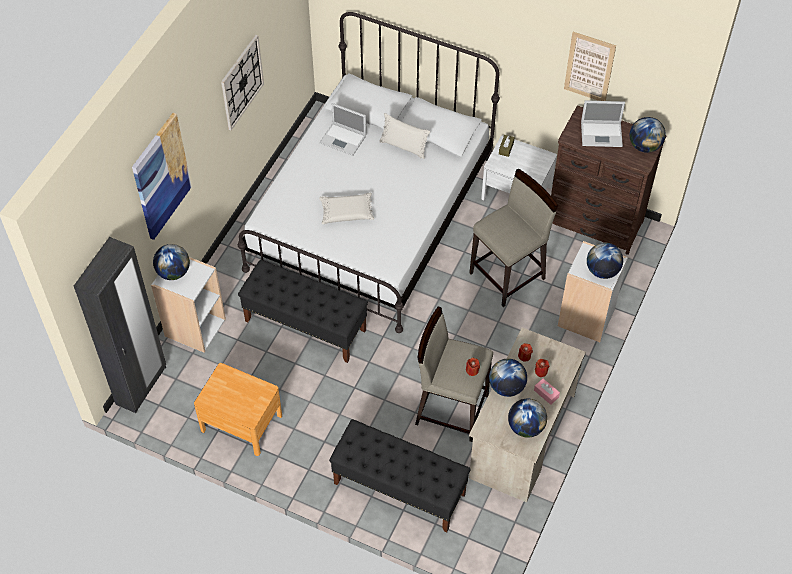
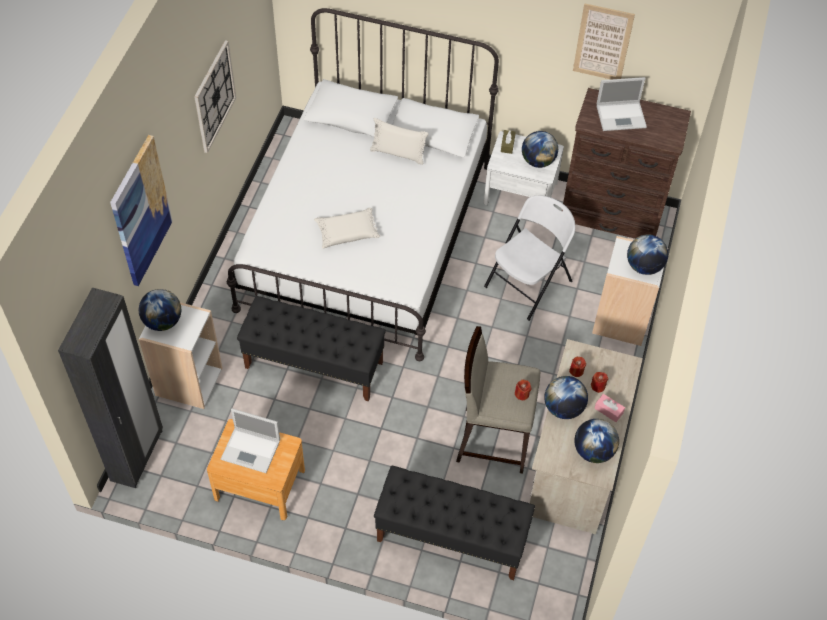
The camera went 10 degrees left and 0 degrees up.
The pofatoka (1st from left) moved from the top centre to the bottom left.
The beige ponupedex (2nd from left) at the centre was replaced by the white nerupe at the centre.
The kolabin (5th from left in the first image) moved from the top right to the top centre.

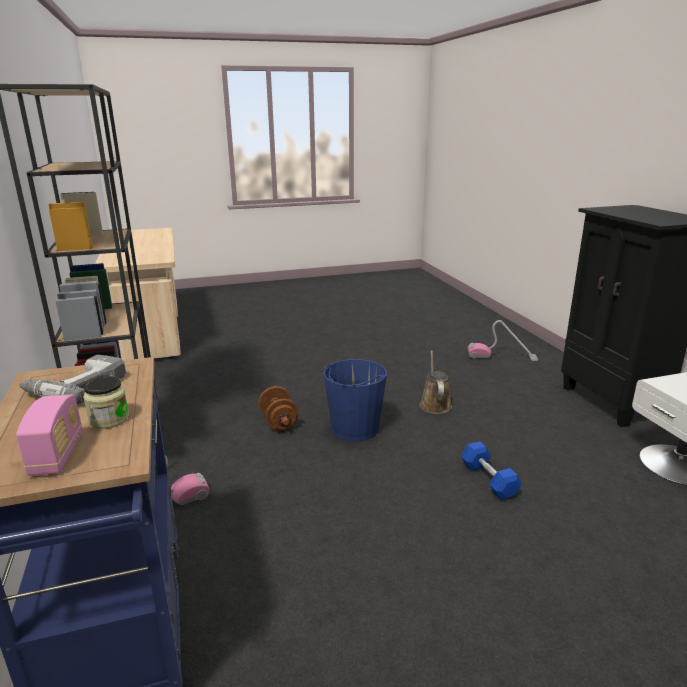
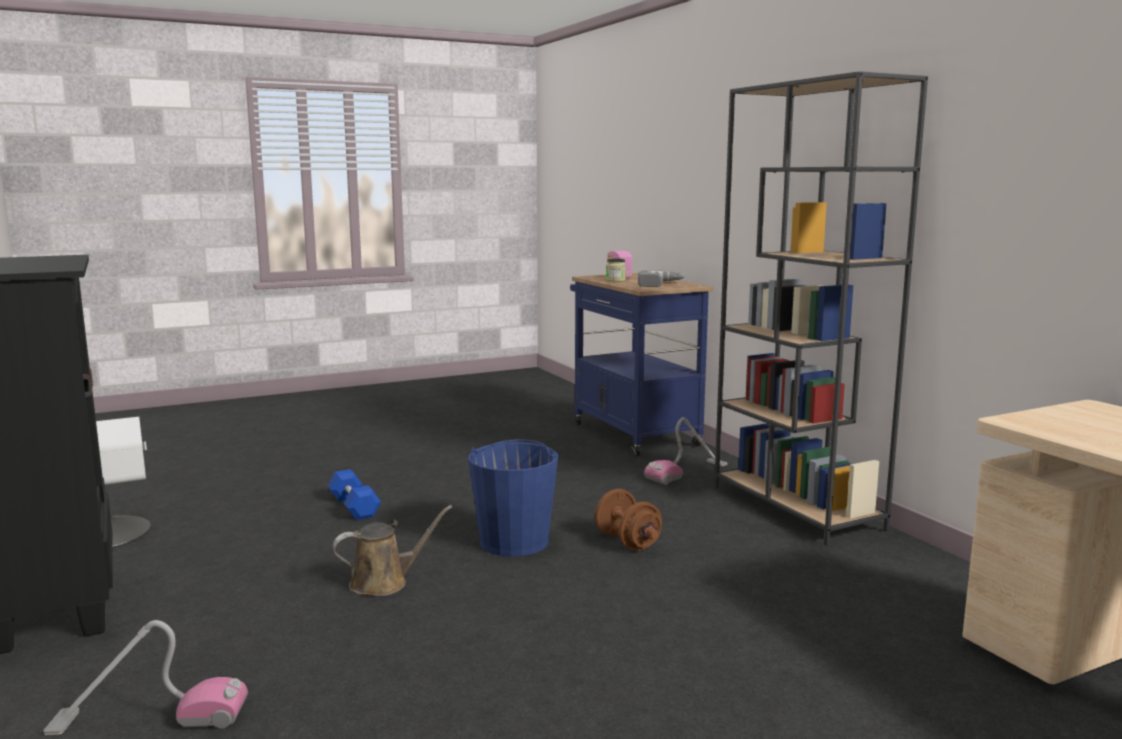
The camera went 170 degrees right and 10 degrees down.
The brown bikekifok at the centre turned 105 degrees counterclockwise.

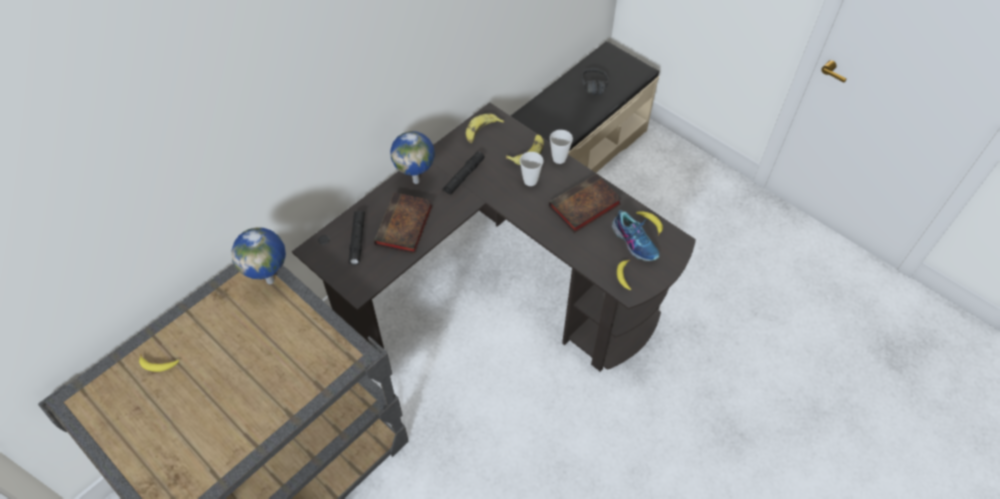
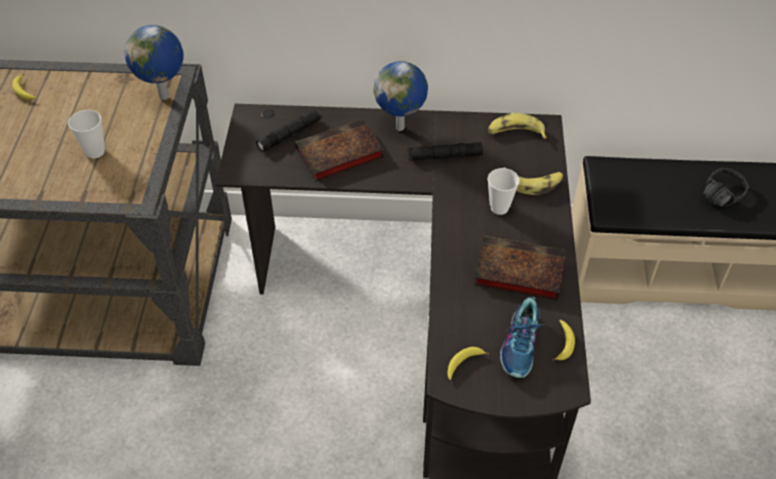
The camera went 50 degrees right and 5 degrees down.
The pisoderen (2nd from left in the first image) moved from the top centre to the top left.

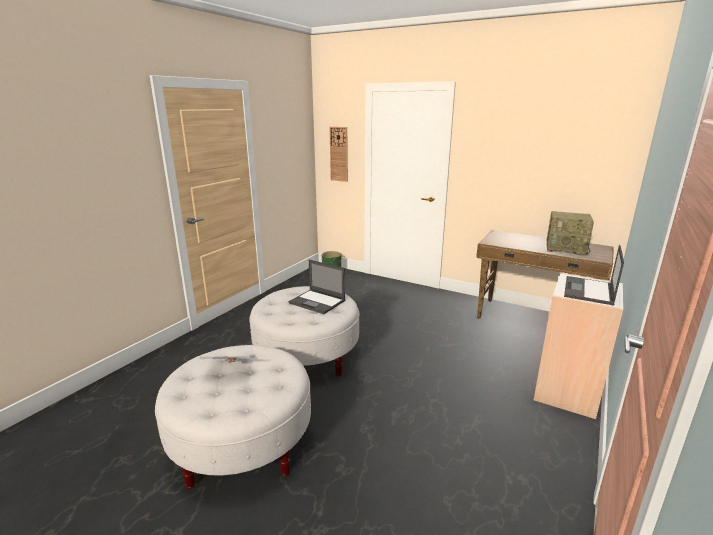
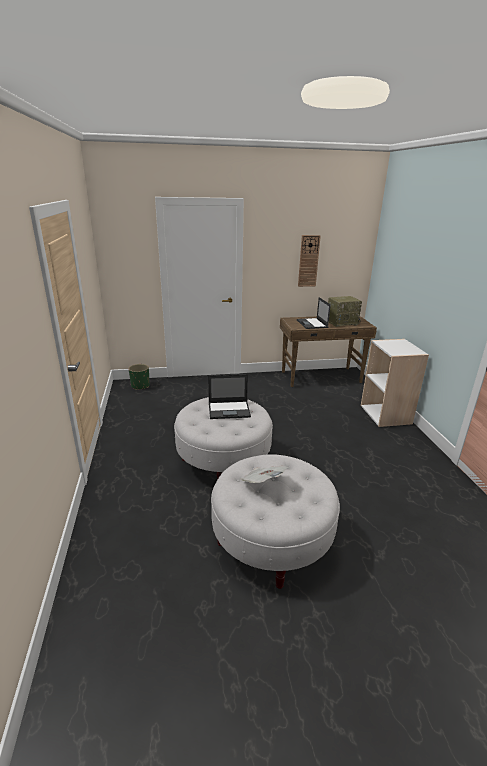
The camera went 40 degrees left and 5 degrees up.
The pofatoka (2nd from left) moved from the middle right to the centre.
The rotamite moved from the top centre to the centre.

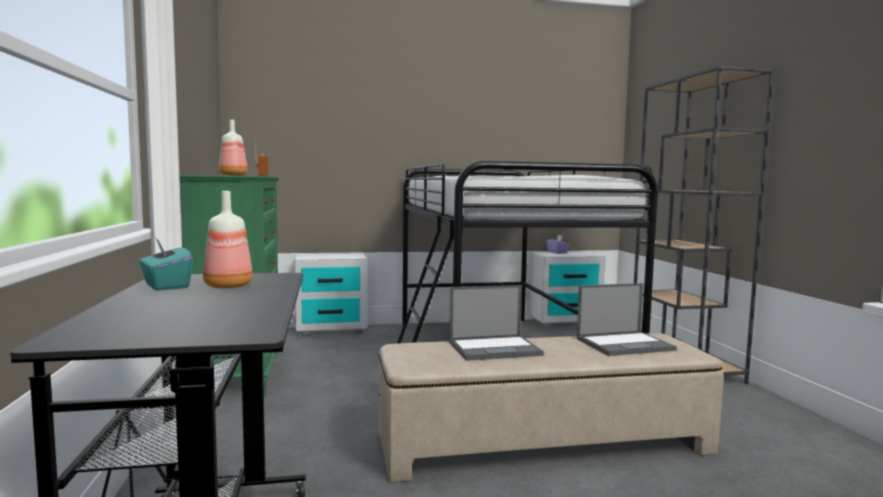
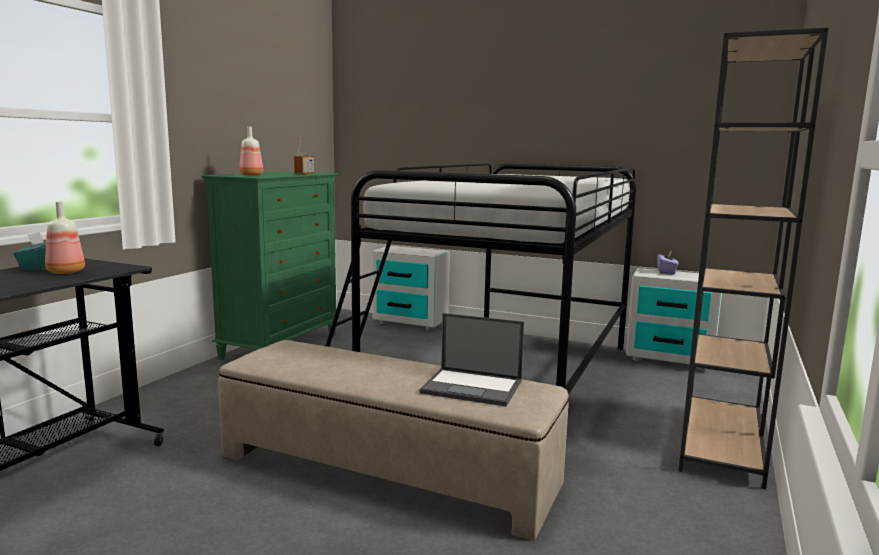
The camera went 35 degrees right and 5 degrees up.
The pofatoka (1st from left) at the centre disappeared.

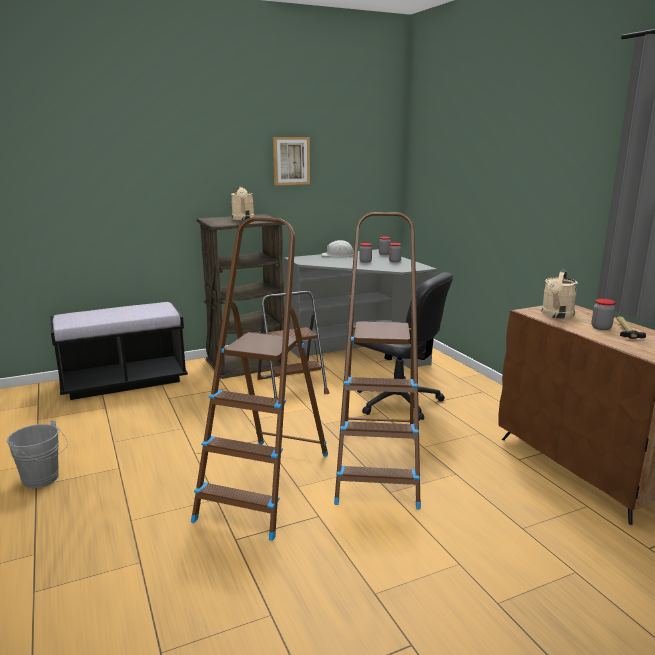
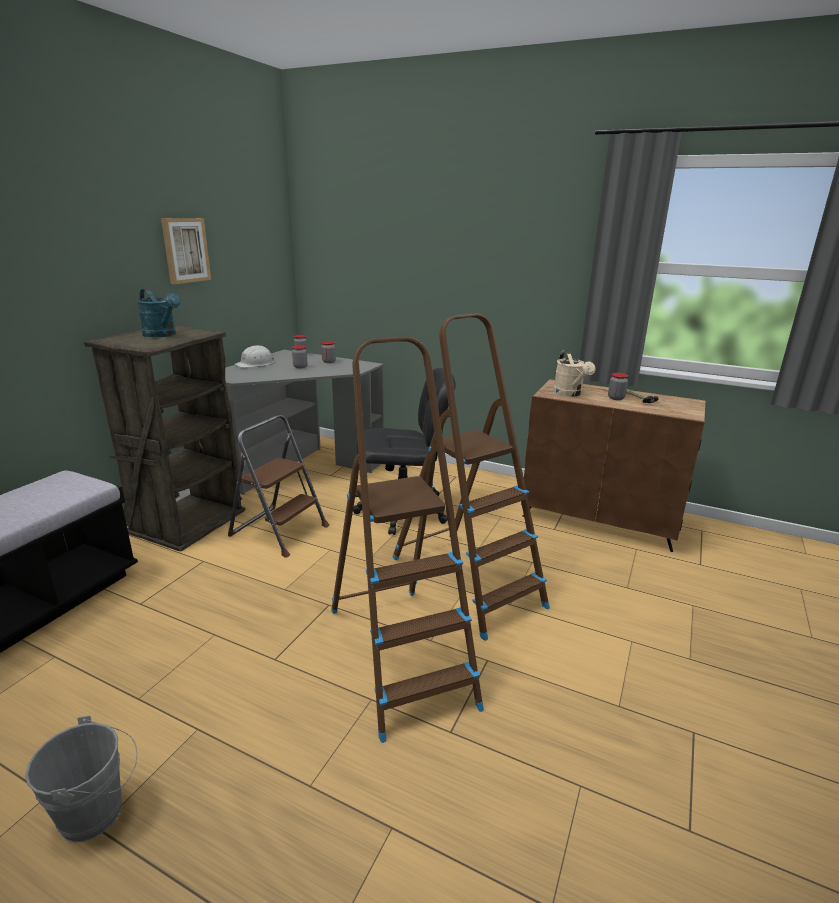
The camera went 40 degrees left and 5 degrees up.
The beige bikekifok (1st from left) at the top centre became the turquoise bikekifok at the middle left.

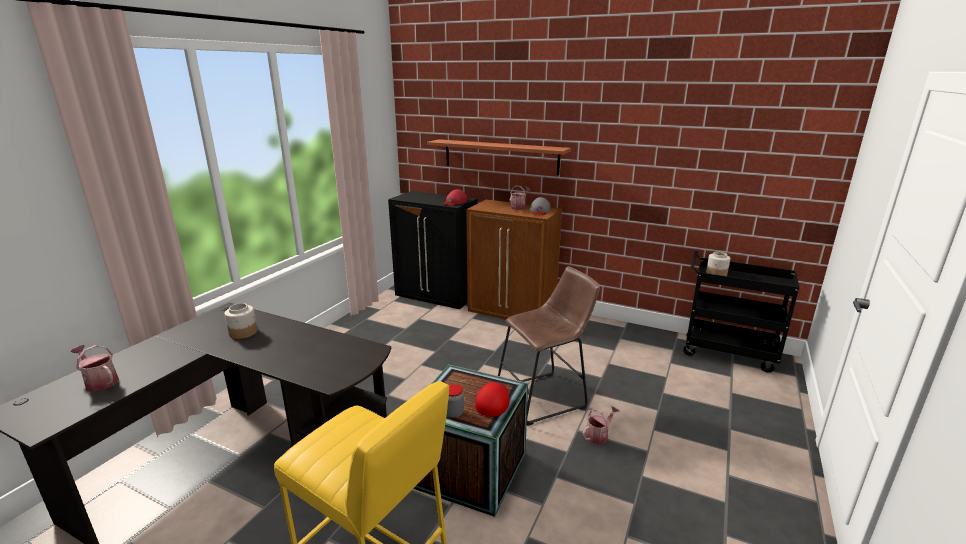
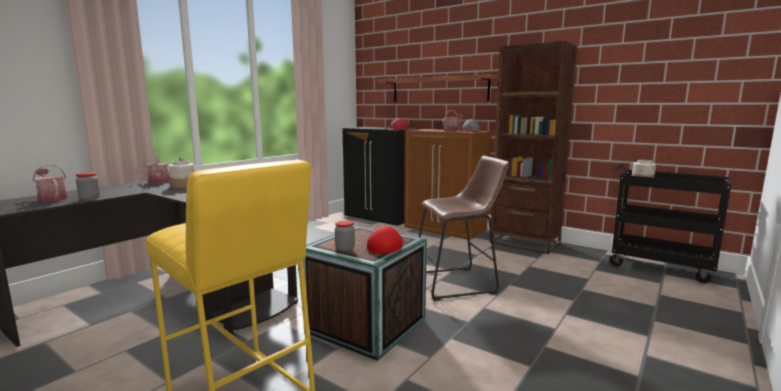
The camera went 10 degrees right and 10 degrees down.
The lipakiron (1st from left) at the middle left appeared.
The bikekifok (3rd from left in the first image) moved from the bottom centre to the middle left.
The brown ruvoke at the middle right appeared.

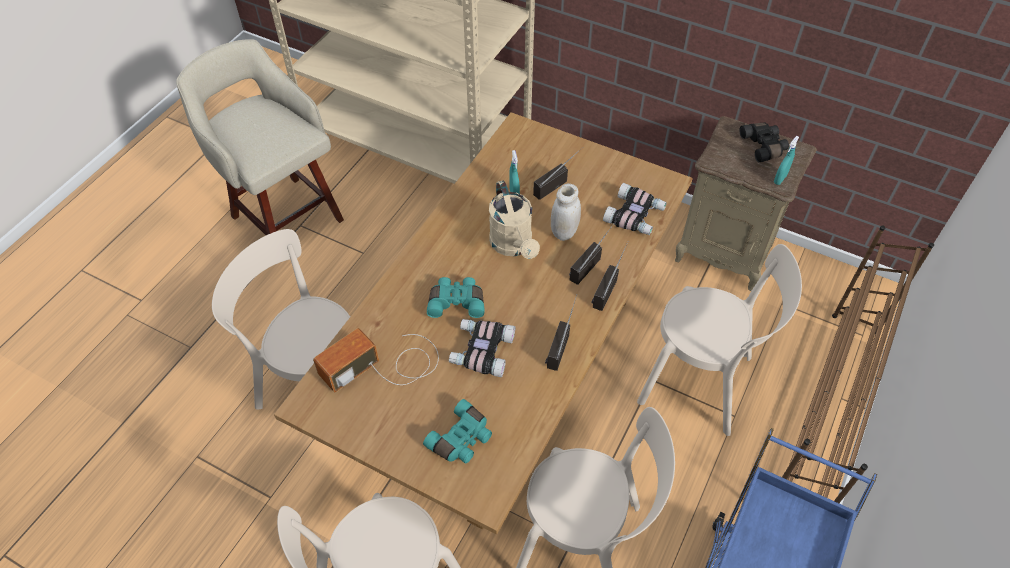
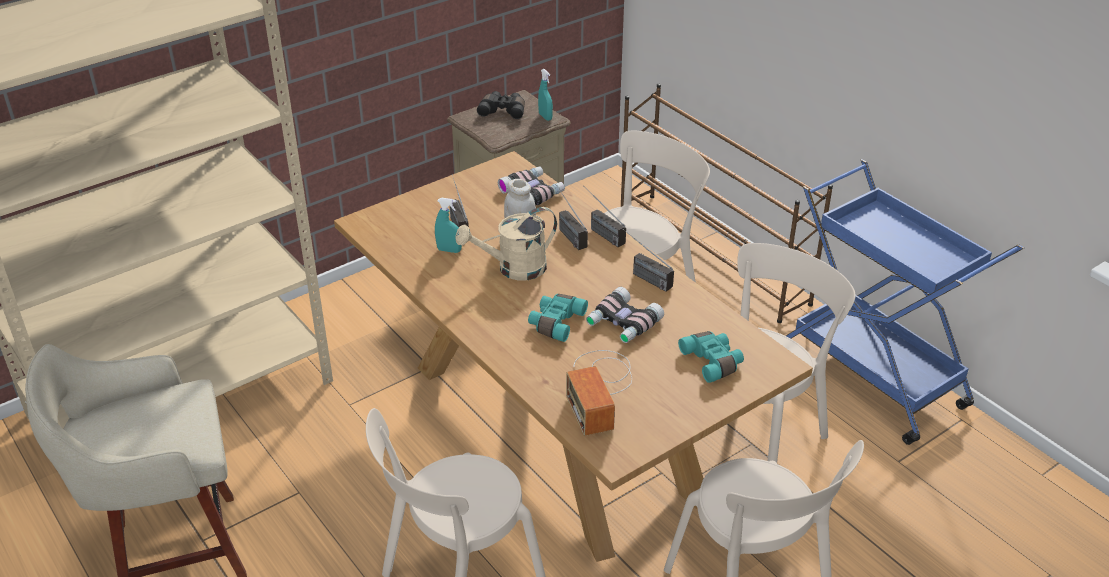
The camera went 65 degrees left and 15 degrees down.
The beige bikekifok at the centre turned 150 degrees clockwise.

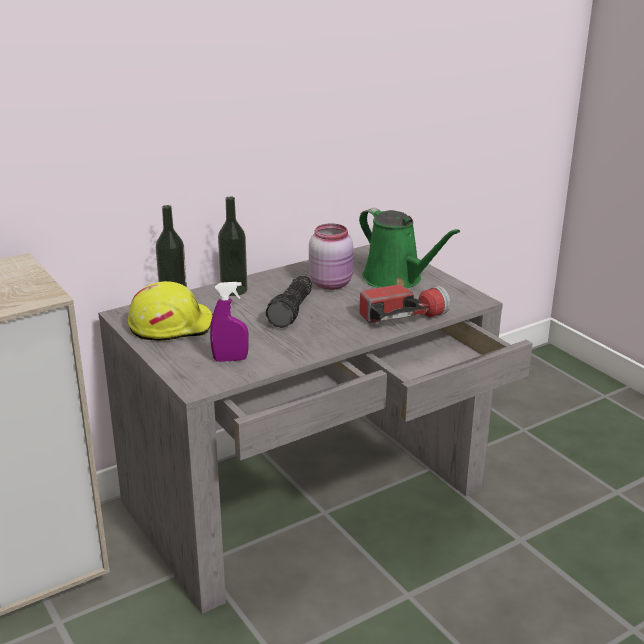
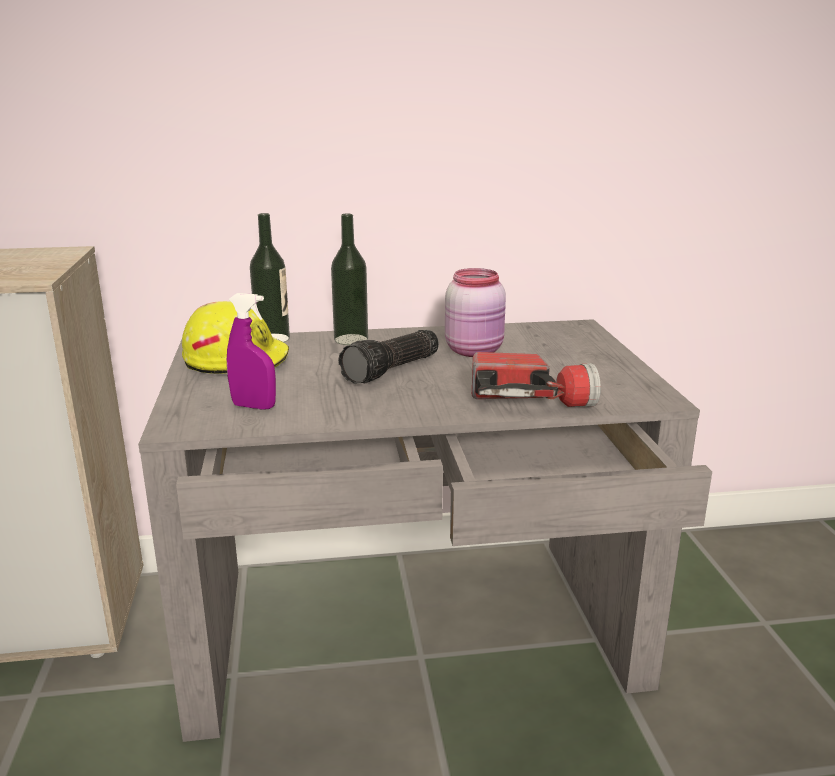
The camera went 25 degrees right and 5 degrees down.
The green bikekifok at the centre disappeared.

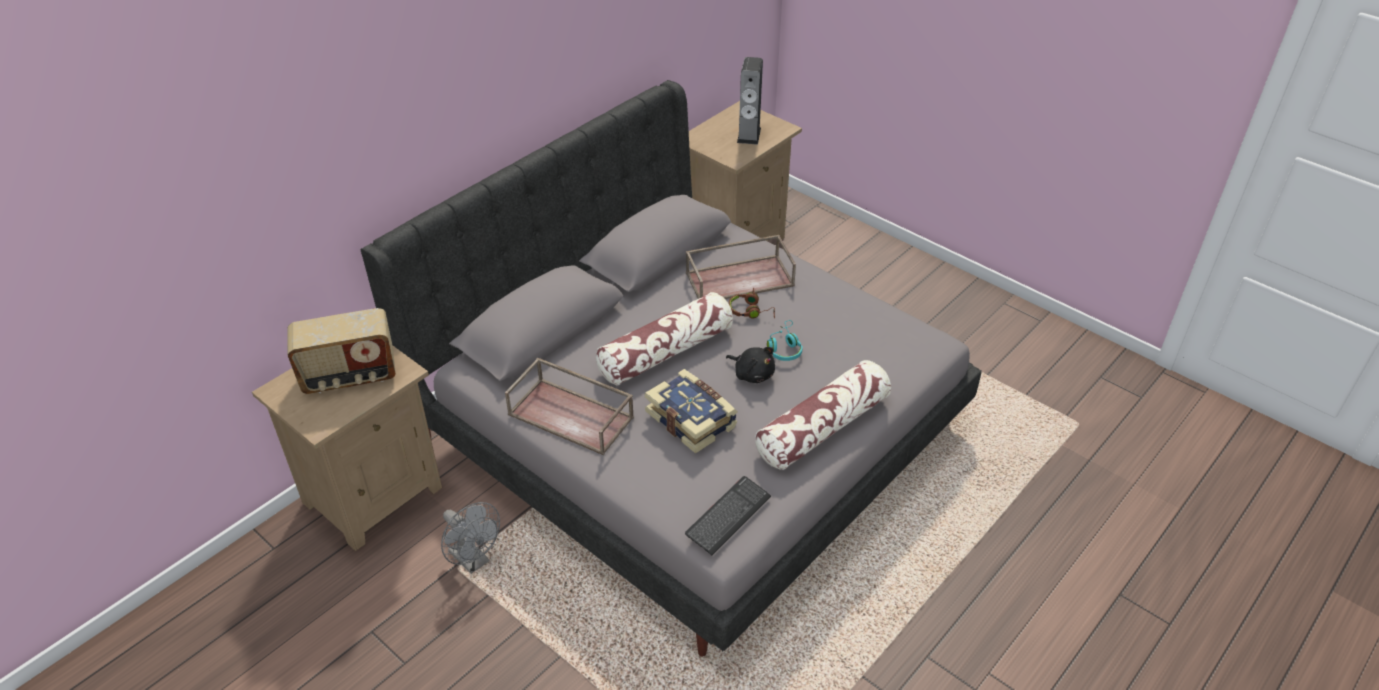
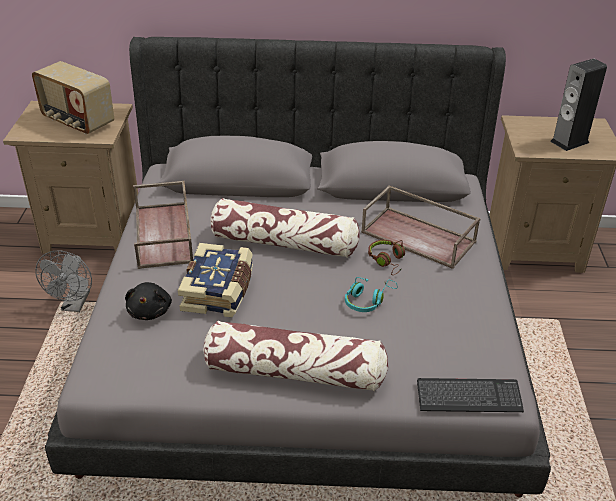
The camera went 50 degrees right and 5 degrees down.
The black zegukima moved from the centre to the middle left.
The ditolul moved from the bottom centre to the bottom right.

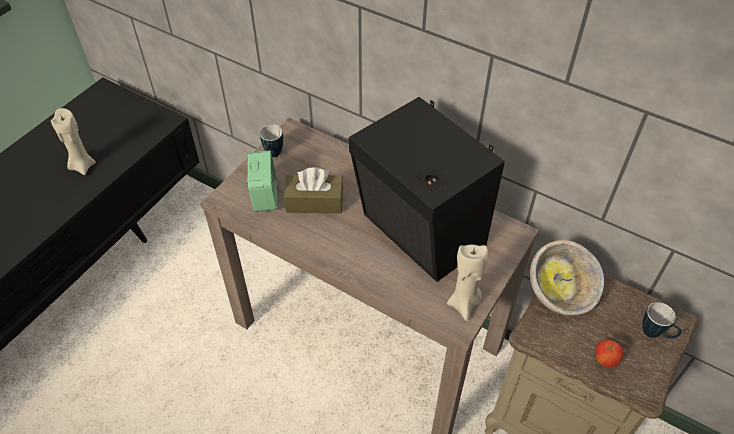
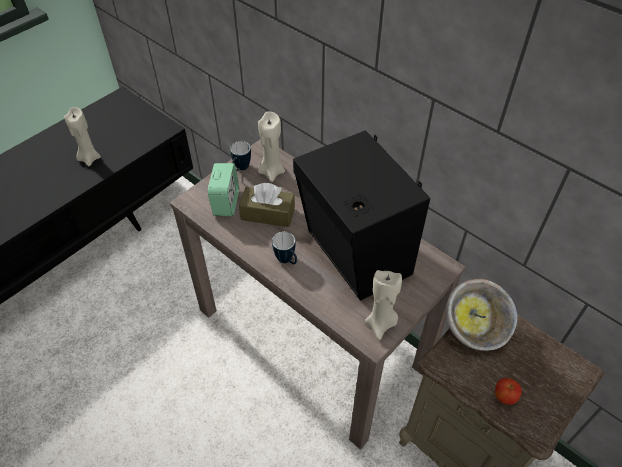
The camera went 10 degrees right and 0 degrees up.
The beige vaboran (2nd from left) at the top centre appeared.
The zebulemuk (2nd from left) moved from the bottom right to the centre.

